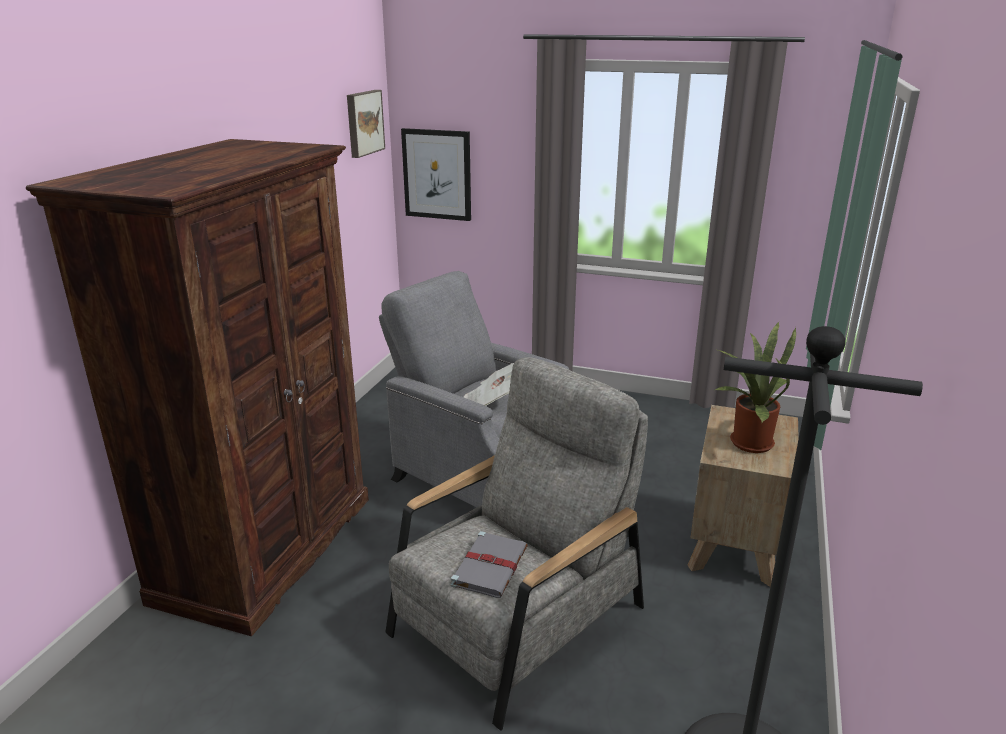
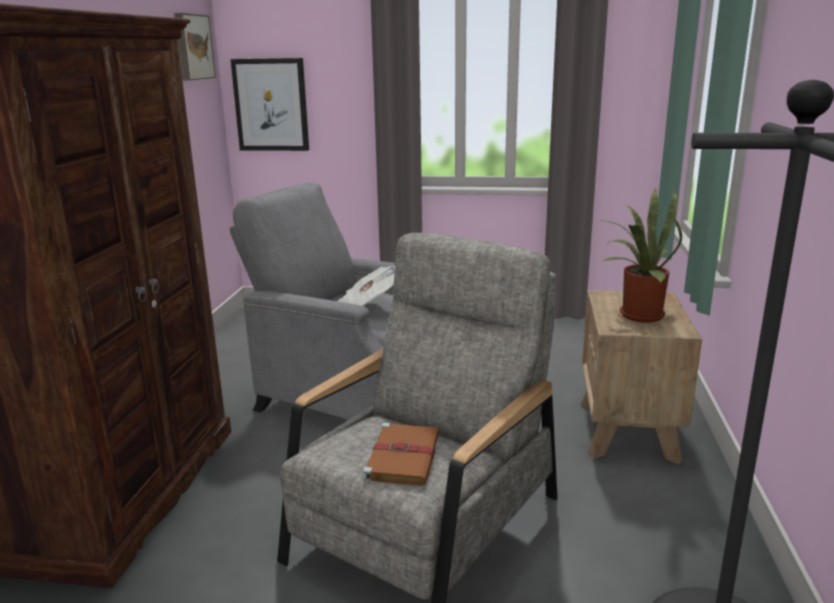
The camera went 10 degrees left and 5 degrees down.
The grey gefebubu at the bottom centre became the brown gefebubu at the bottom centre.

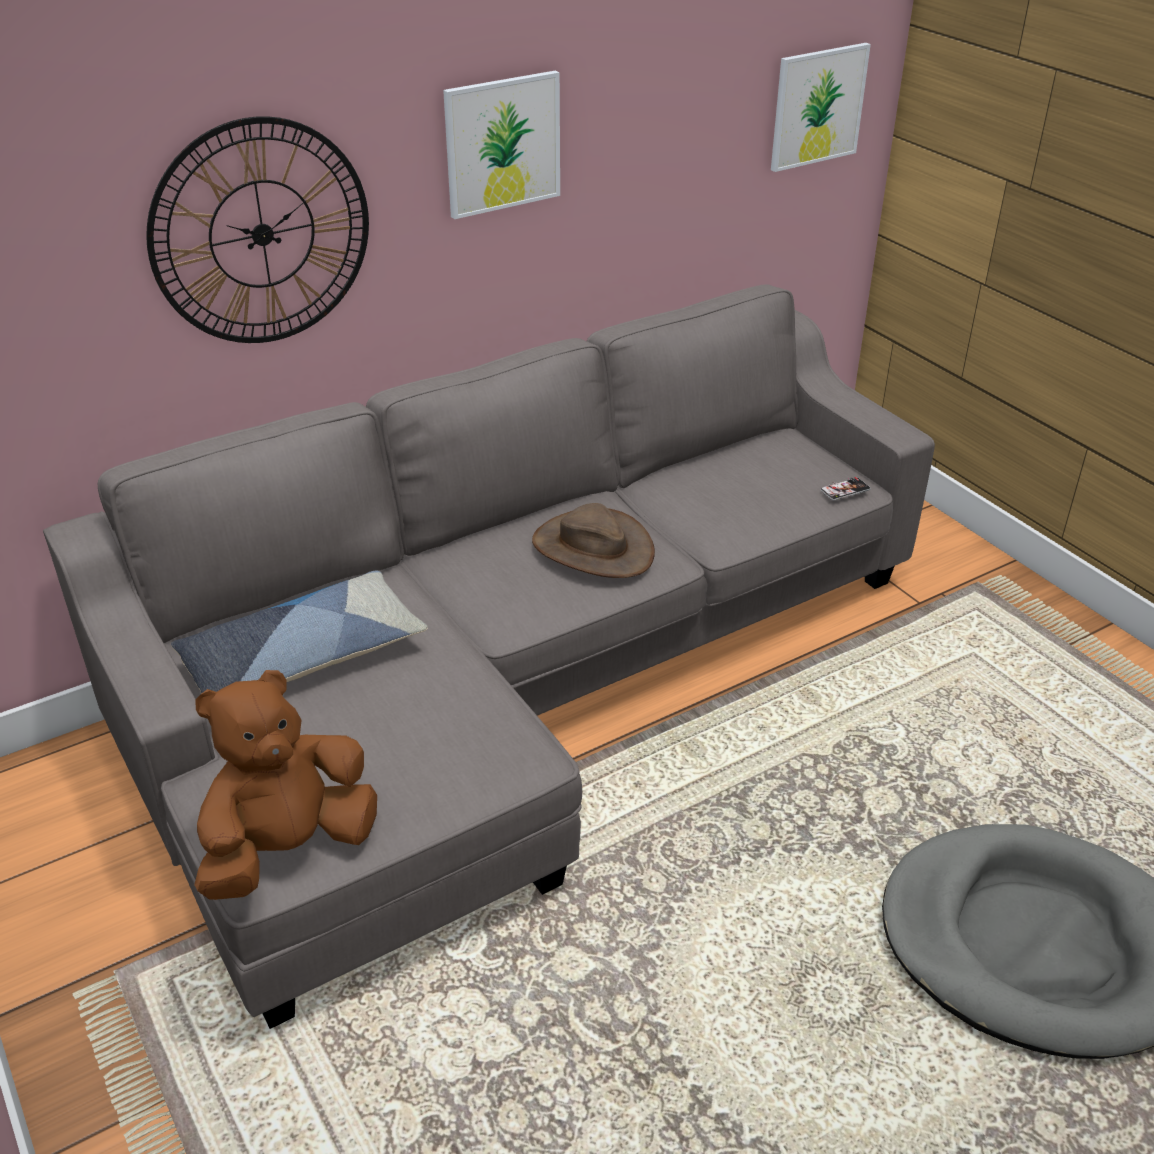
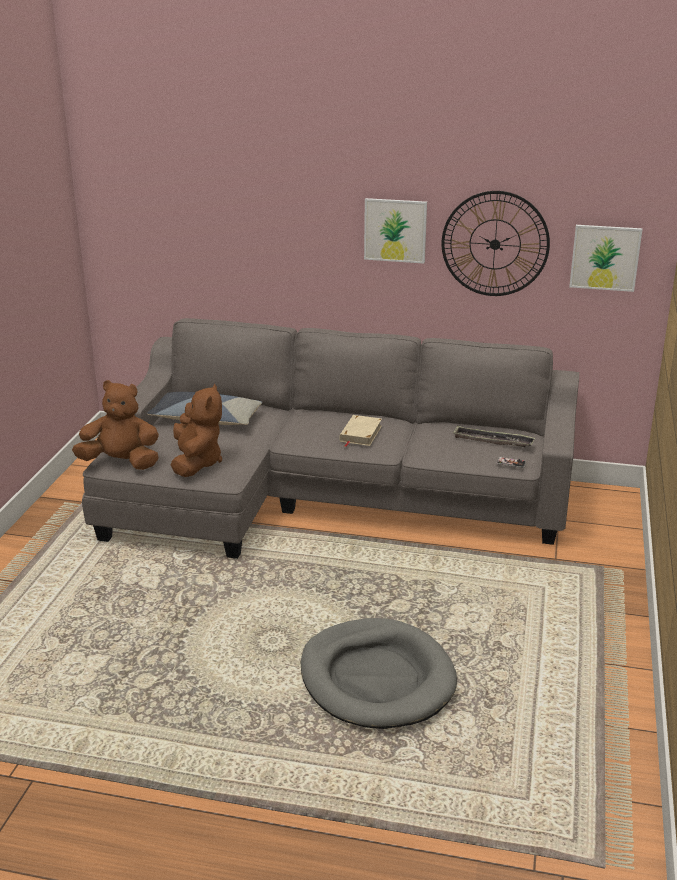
The camera went 45 degrees right and 10 degrees down.
The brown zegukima (2nd from left) at the middle left appeared.
The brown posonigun at the centre was replaced by the beige gefebubu at the centre.
The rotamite moved from the top left to the top right.
The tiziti at the middle right appeared.

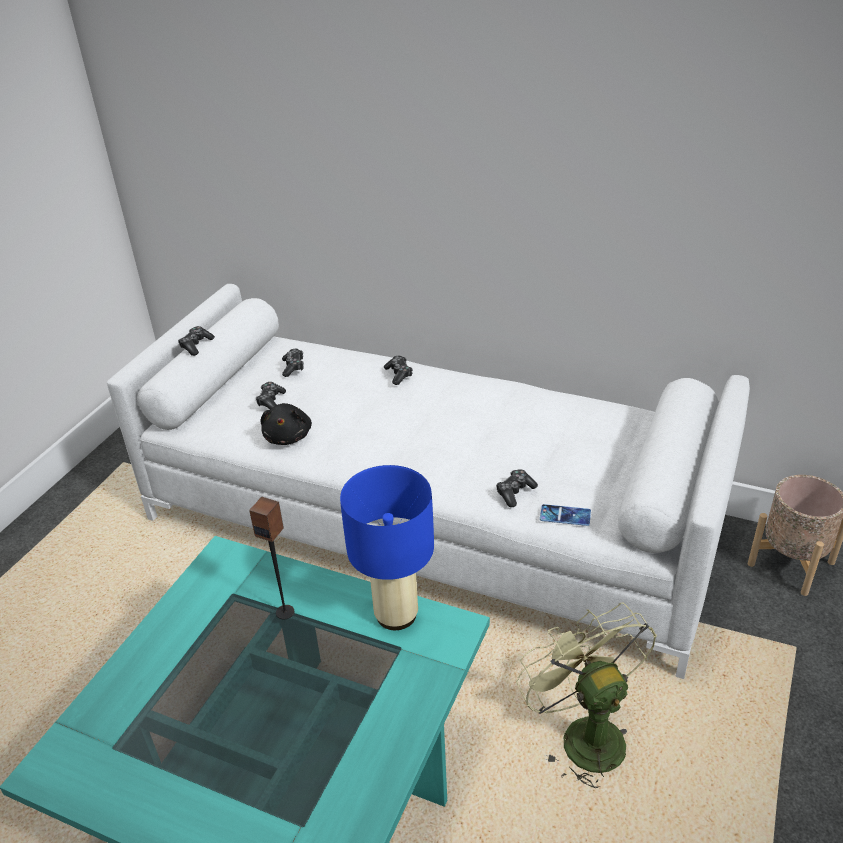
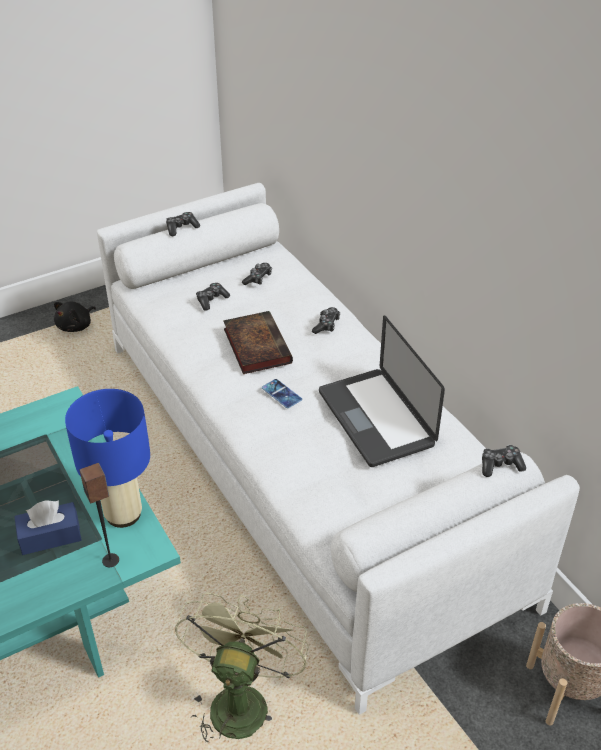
The camera went 35 degrees right and 5 degrees up.
The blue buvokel at the bottom left appeared.
The black zegukima moved from the centre to the middle left.
The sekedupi moved from the middle left to the bottom left.
The gefebubu at the centre appeared.
The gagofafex moved from the middle right to the centre.
The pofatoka at the centre appeared.
The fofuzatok (5th from left) moved from the centre to the middle right.

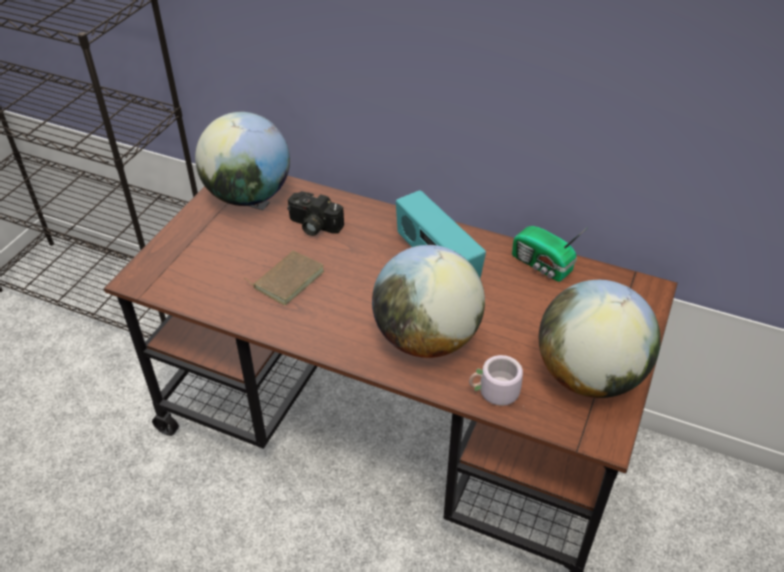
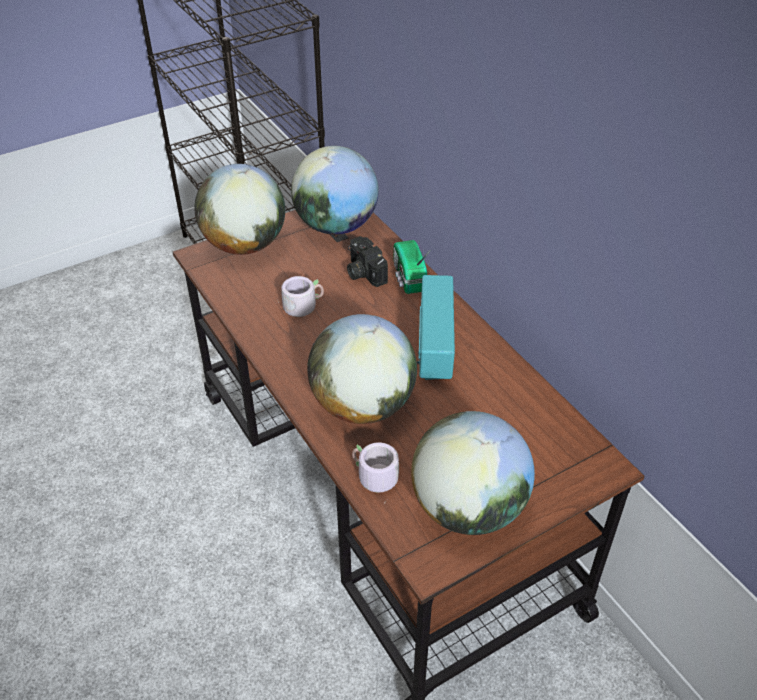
The camera went 35 degrees right and 0 degrees up.
The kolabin (1st from left) at the top left appeared.
The brown gefebubu at the centre was replaced by the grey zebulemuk (1st from left) at the centre.
The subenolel (2nd from left in the first image) moved from the middle right to the centre.

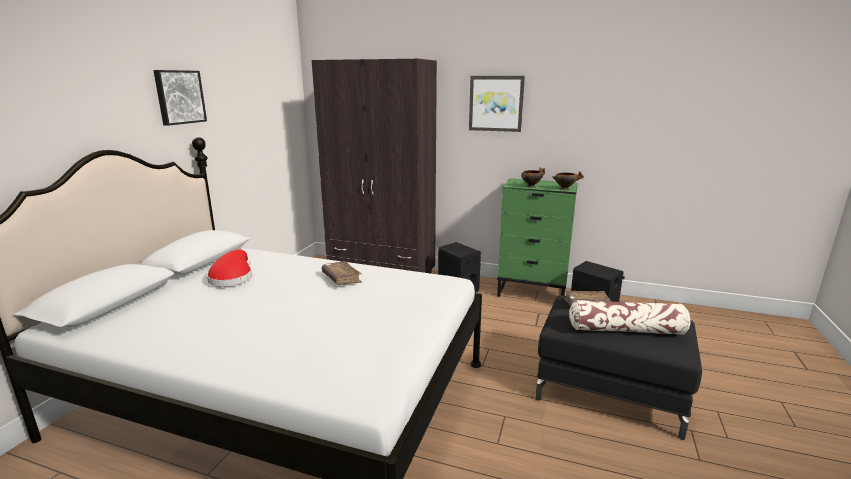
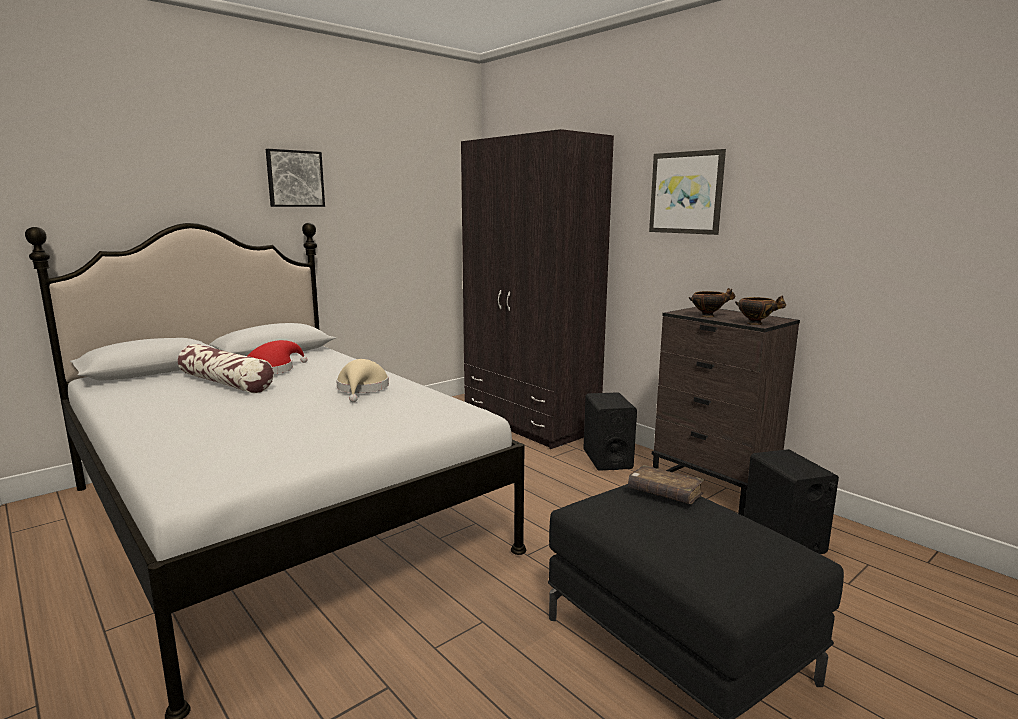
The camera went 30 degrees right and 5 degrees down.
The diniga moved from the middle right to the middle left.
The brown gefebubu (1st from left) at the centre was replaced by the beige posonigun at the centre.
The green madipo at the centre became the brown madipo at the middle right.

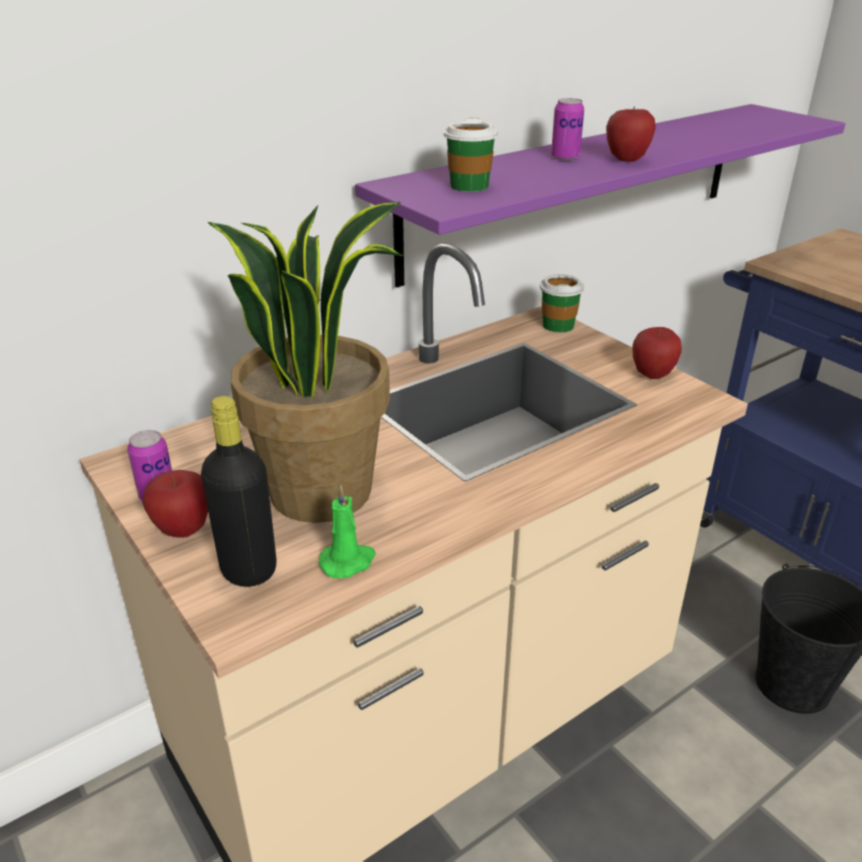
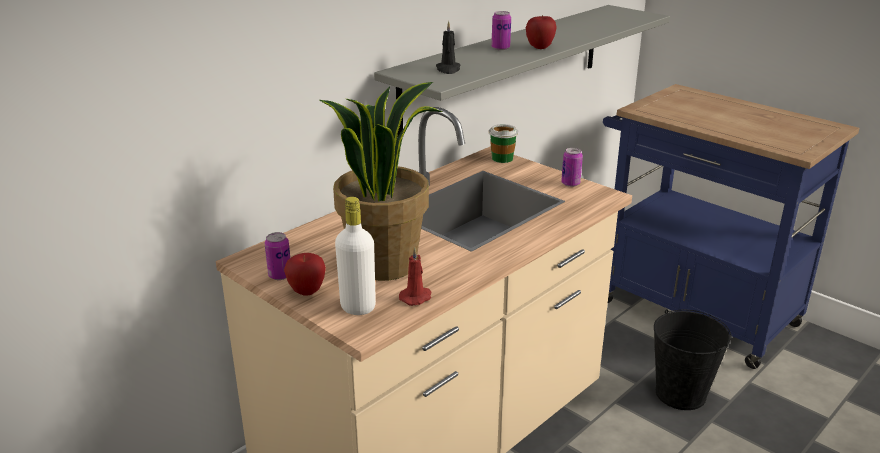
The camera went 10 degrees left and 5 degrees down.
The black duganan at the middle left became the white duganan at the centre.
The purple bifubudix at the top right became the grey bifubudix at the top centre.
The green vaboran at the centre became the red vaboran at the centre.
The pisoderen (1st from left) at the top centre was replaced by the black vaboran at the top centre.
The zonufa (3rd from left) at the middle right was replaced by the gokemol (3rd from left) at the centre.

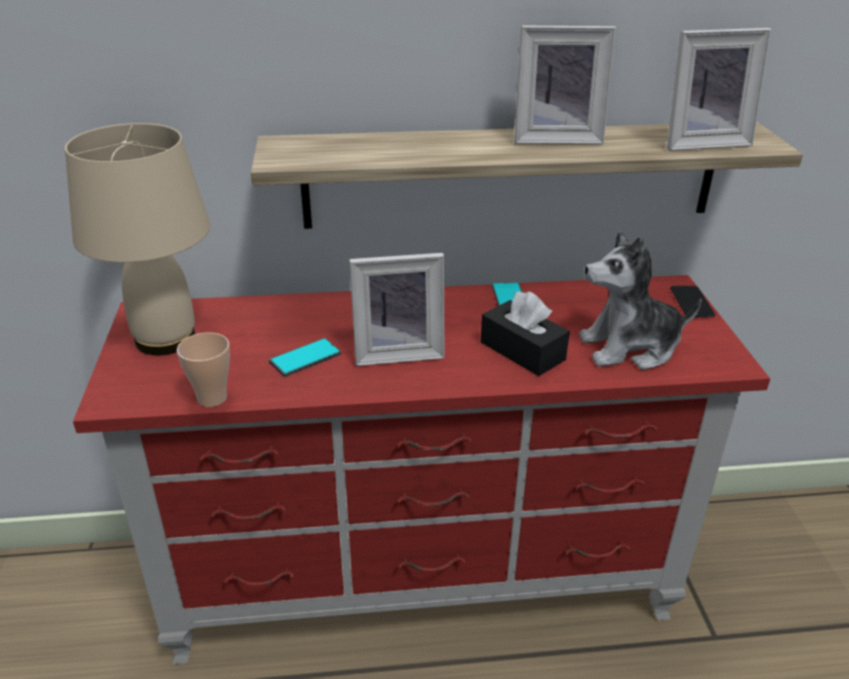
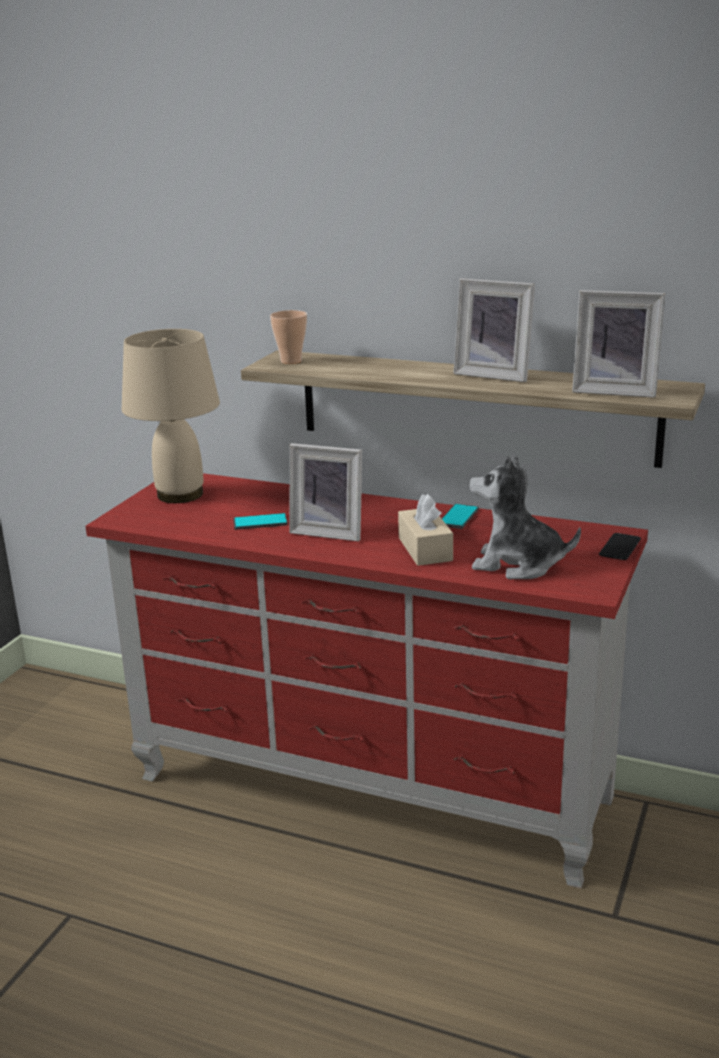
The camera went 30 degrees right and 10 degrees down.
The pisoderen moved from the middle left to the top centre.
The black buvokel at the centre became the beige buvokel at the centre.

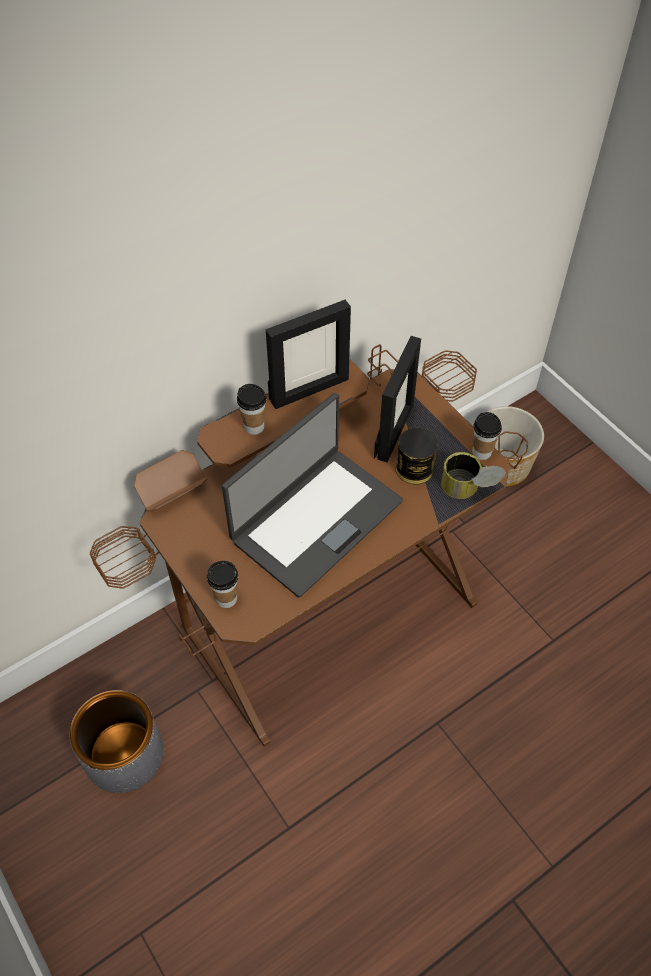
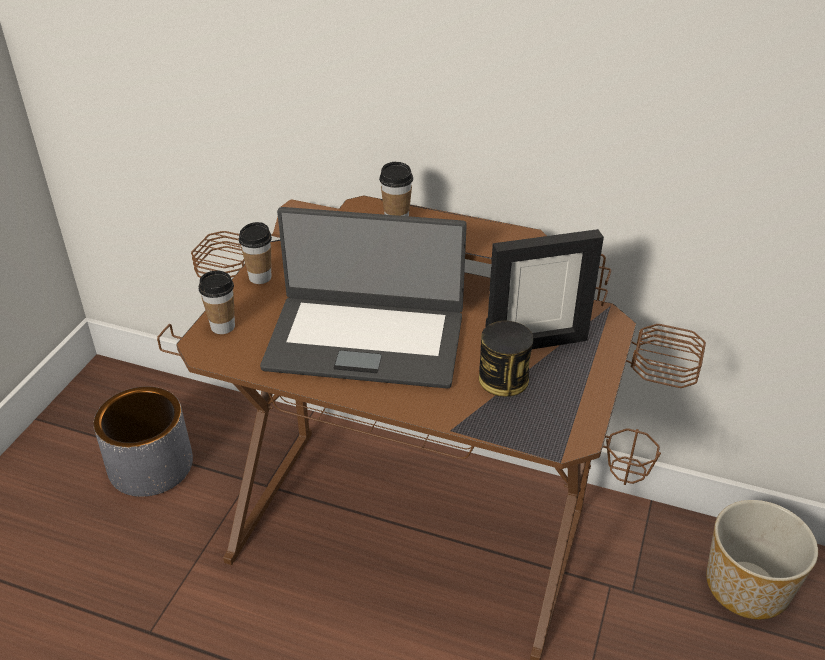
The camera went 55 degrees right and 15 degrees down.
The pisoderen (3rd from left in the first image) moved from the middle right to the middle left.
The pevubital (1st from left) at the centre disappeared.
The gokemol (2nd from left) at the middle right disappeared.

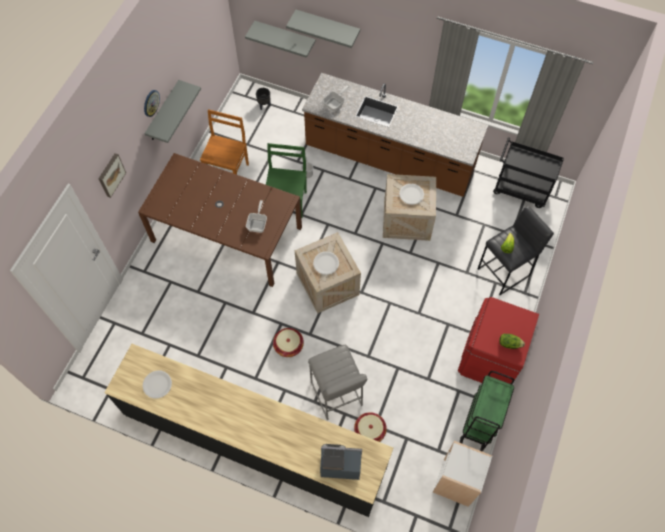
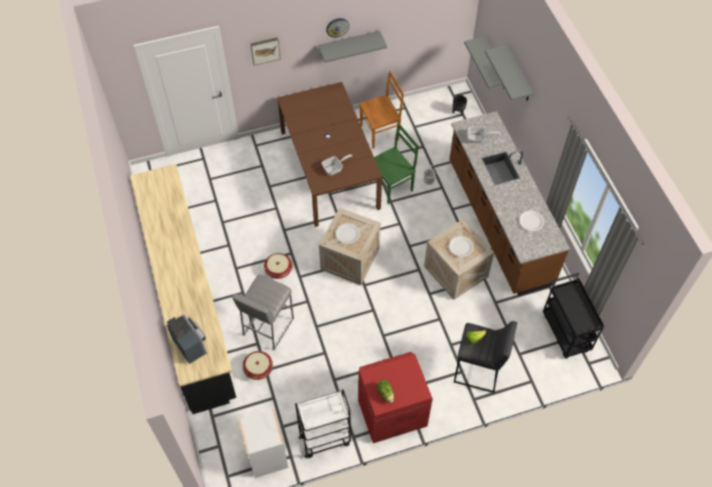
The camera went 50 degrees right and 5 degrees down.
The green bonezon at the bottom right became the white bonezon at the bottom centre.
The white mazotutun (1st from left in the first image) moved from the bottom left to the middle right.

